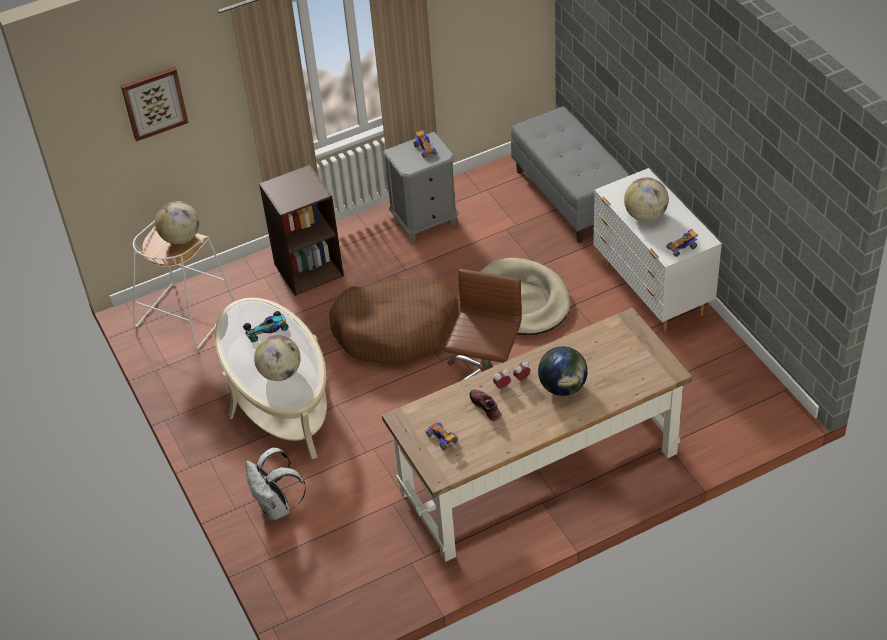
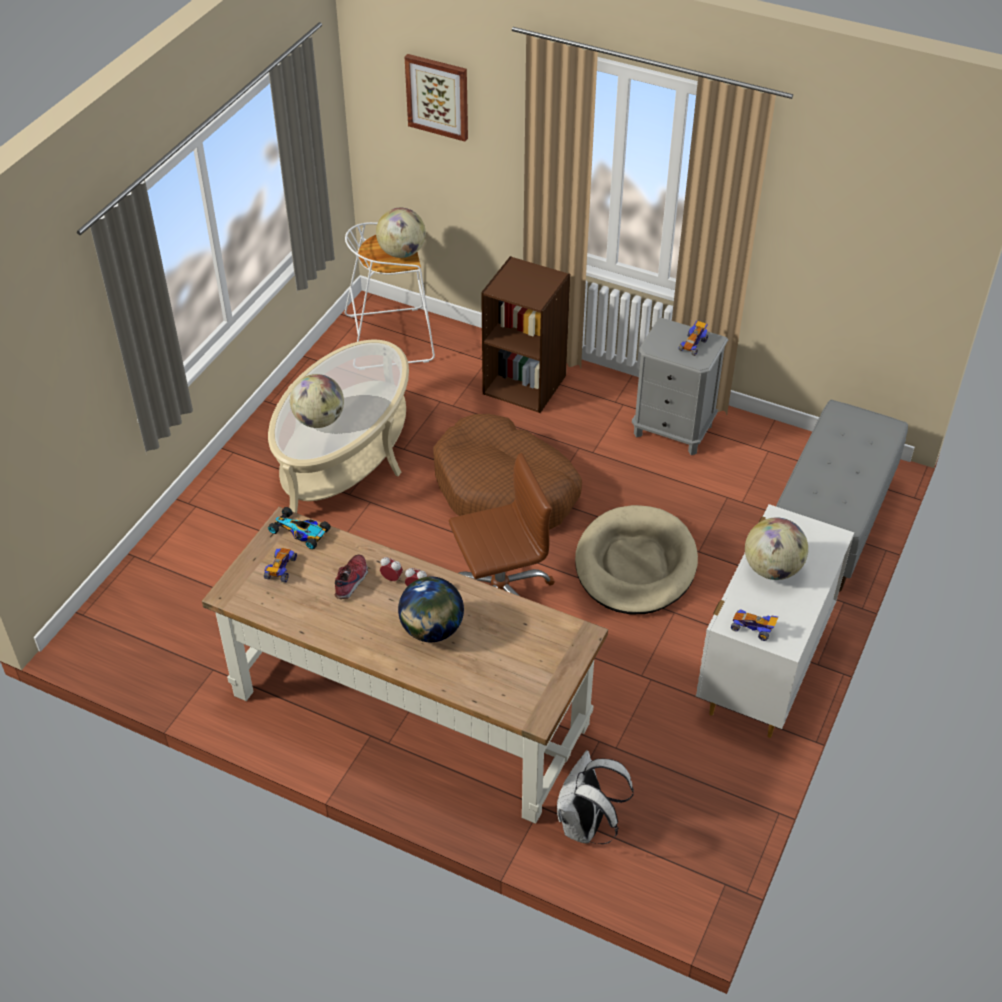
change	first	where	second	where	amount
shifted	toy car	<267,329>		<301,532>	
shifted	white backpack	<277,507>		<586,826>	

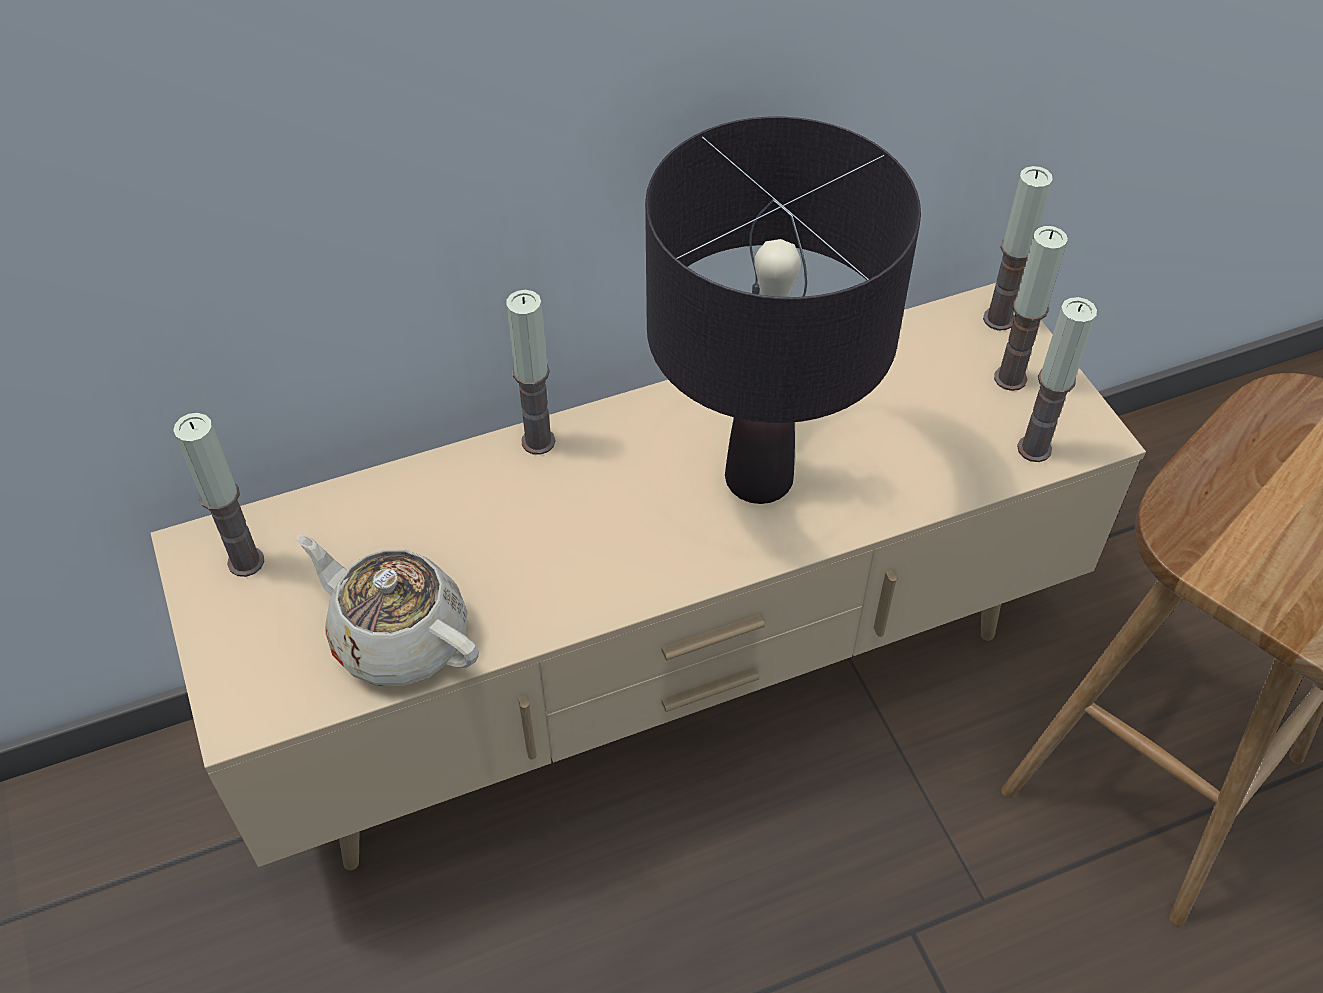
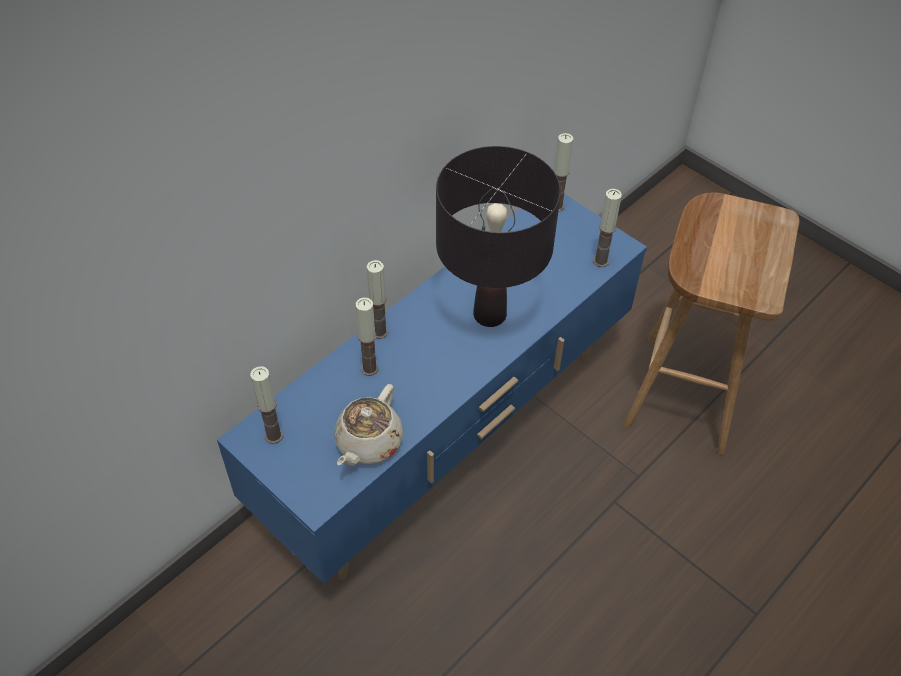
change	first	where	second	where	amount
repainted	beige tv stand	<662,685>	blue tv stand	<448,436>	
rotated	beige teapot	<398,637>		<368,442>	75 degrees counterclockwise
shifted	candle	<1010,378>		<369,368>	

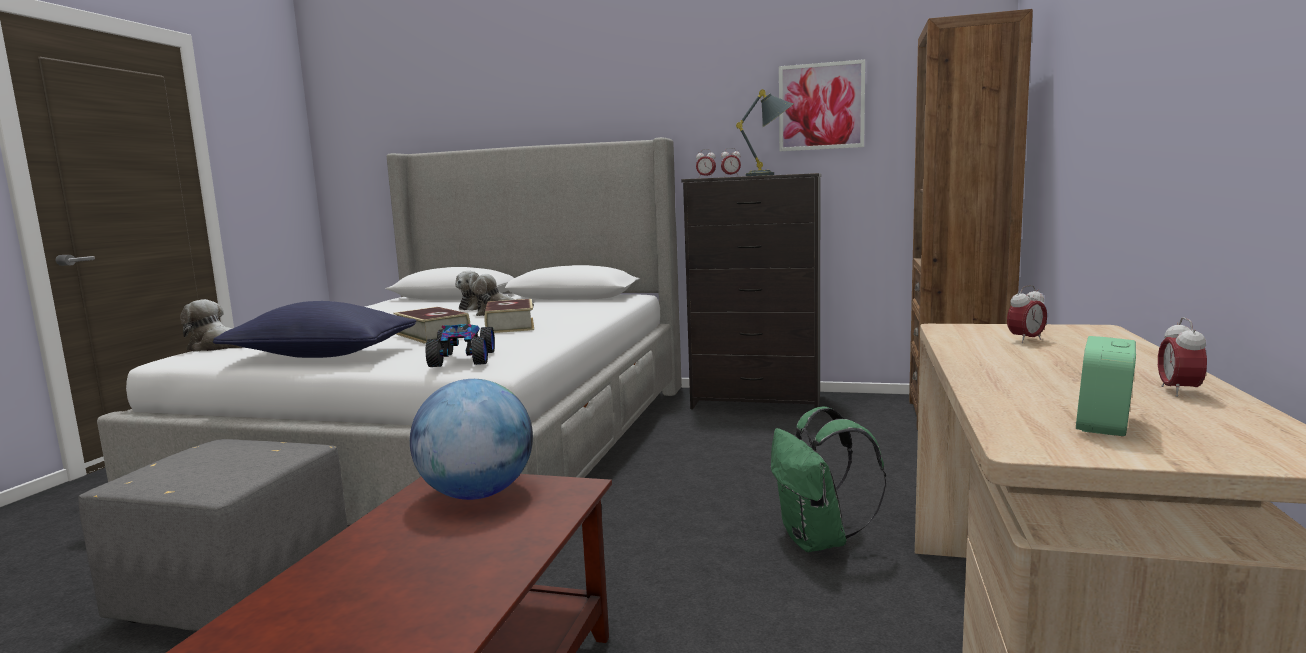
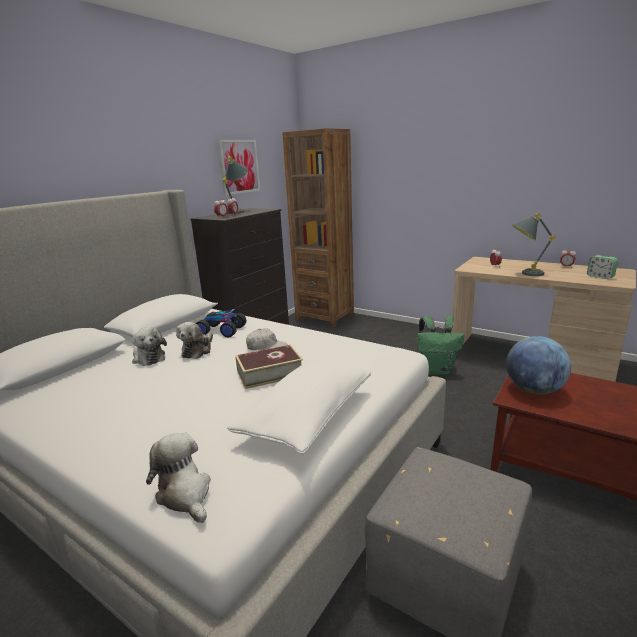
change	first	where	second	where	amount
rotated	plush toy	<217,347>		<185,494>	105 degrees clockwise
shifted	toy car	<464,359>		<221,330>	
repainted	blue pillow	<322,355>	white pillow	<307,418>	
swapped	book	<510,325>	white cap	<266,347>	
new			grey table lamp	<524,273>	

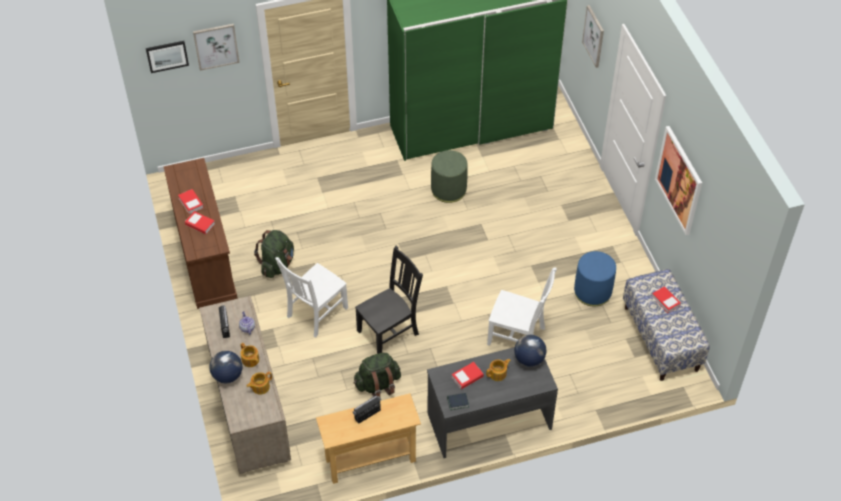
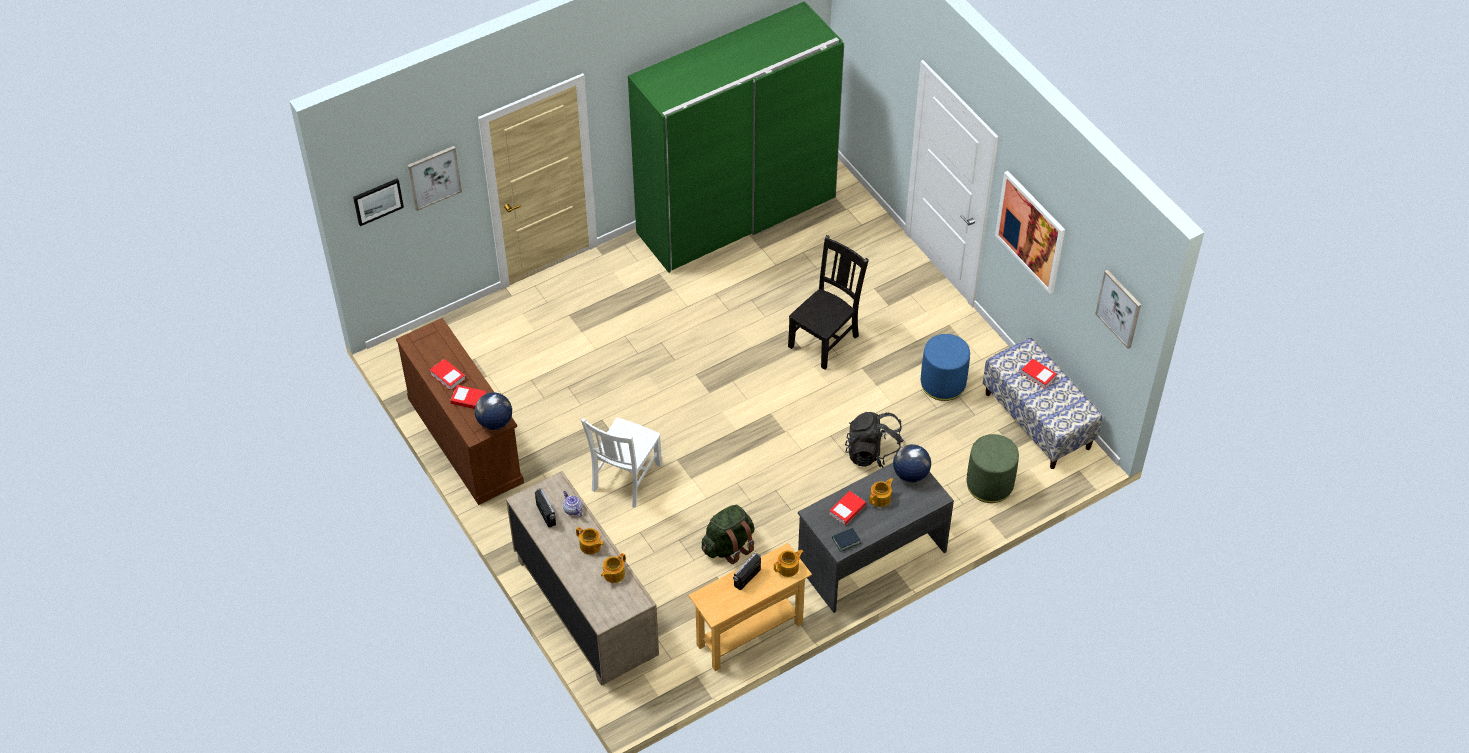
change	first	where	second	where	amount
shifted	globe	<227,376>		<494,422>	
new			teapot	<788,568>	
shifted	black chair	<389,331>		<825,340>	
swapped	white chair	<518,337>	black backpack	<874,454>	
shifted	green ottoman	<448,189>		<989,484>	
shifted	picture	<594,36>		<1119,308>	
gone	green backpack	<277,264>			

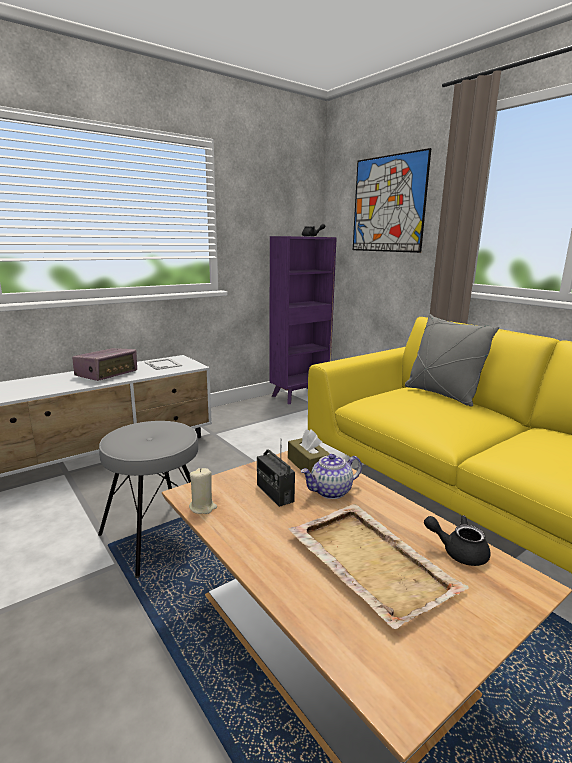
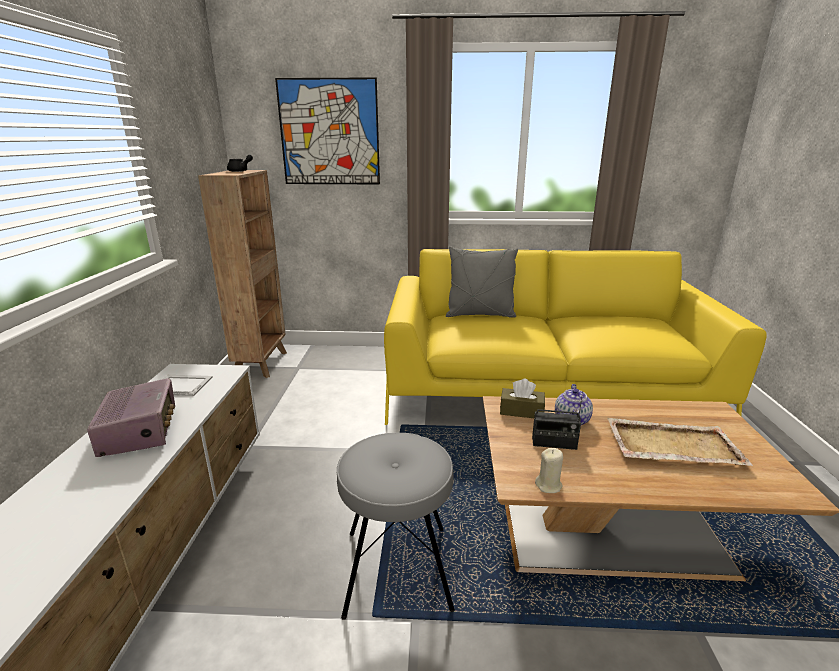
change	first	where	second	where	amount
repainted	purple bookcase	<300,395>	brown bookcase	<262,363>	
gone	black teapot	<458,551>			

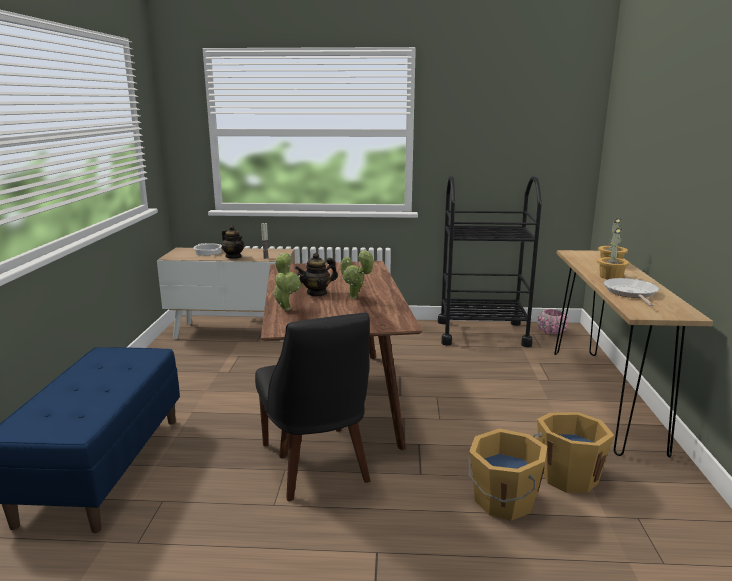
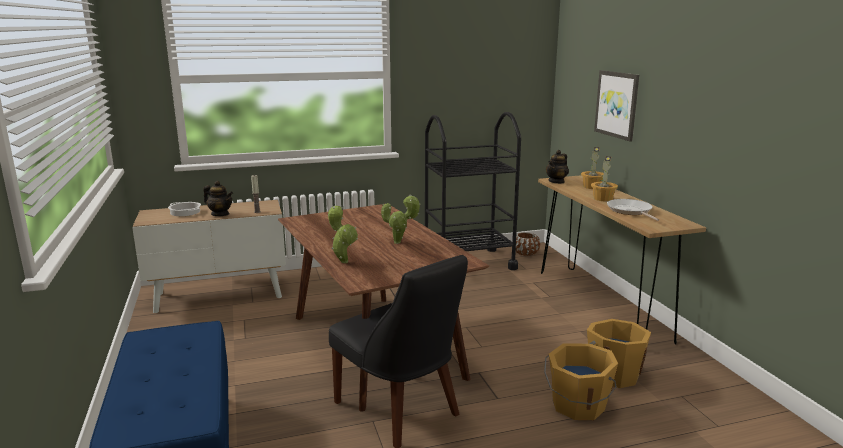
change	first	where	second	where	amount
repainted	pink planter	<551,331>	brown planter	<525,253>	
shifted	teapot	<317,293>		<556,181>	
new			picture	<617,104>	

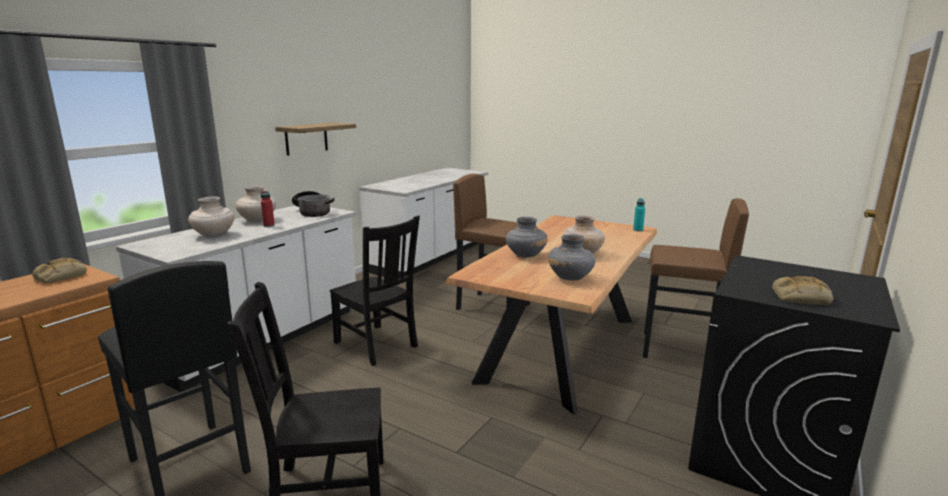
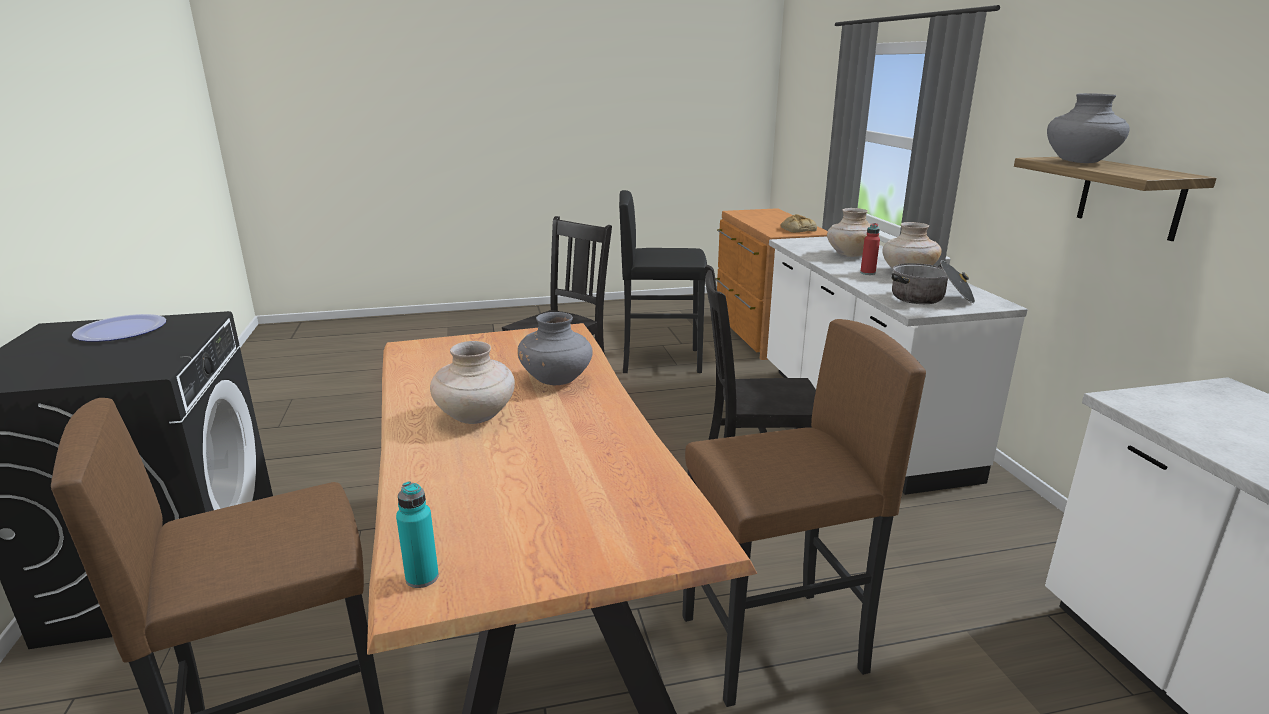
change	first	where	second	where	amount
swapped	bread	<800,297>	plate	<121,330>	
shifted	grey vase	<570,277>		<1080,161>	

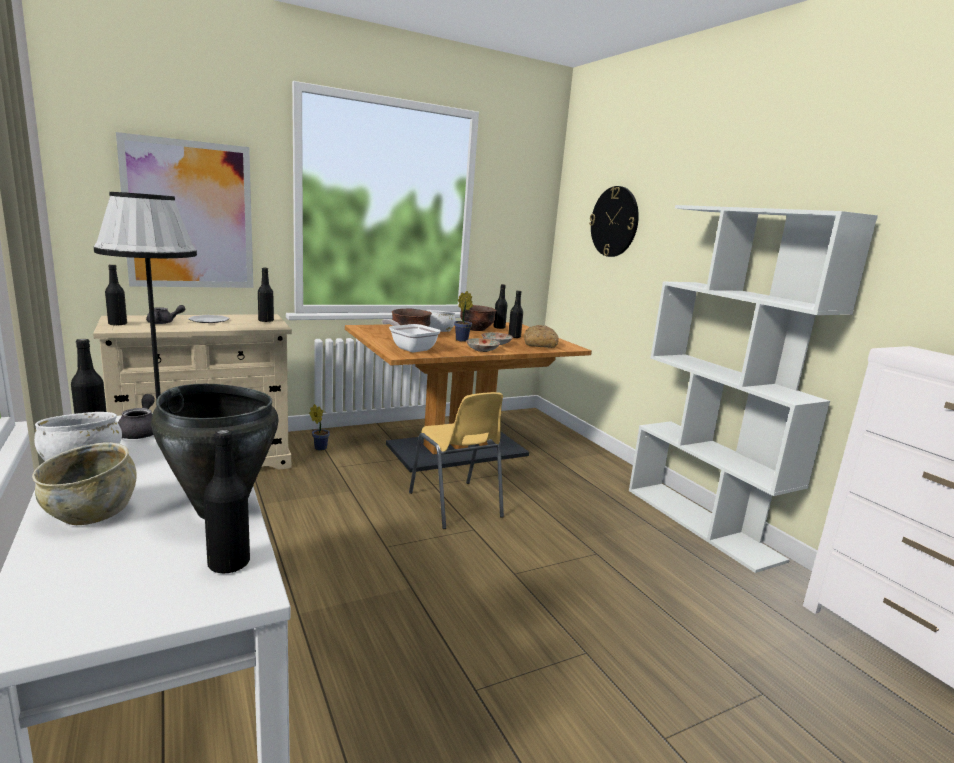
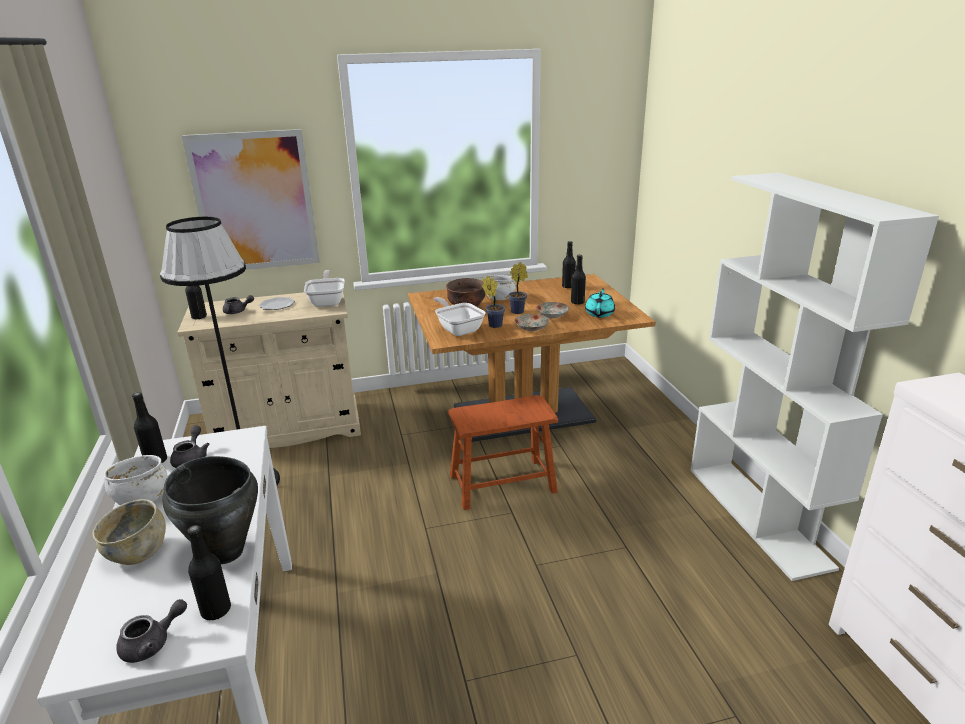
change	first	where	second	where	amount
new			grey teapot	<153,643>	
swapped	black bottle	<266,321>	frying pan	<327,301>	
swapped	yellow chair	<455,505>	brown stool	<502,483>	
shifted	potted plant	<319,447>		<494,325>	
swapped	bread	<539,344>	turquoise teapot	<599,313>	
gone	brown bowl	<476,329>			
gone	wall clock	<614,222>			

